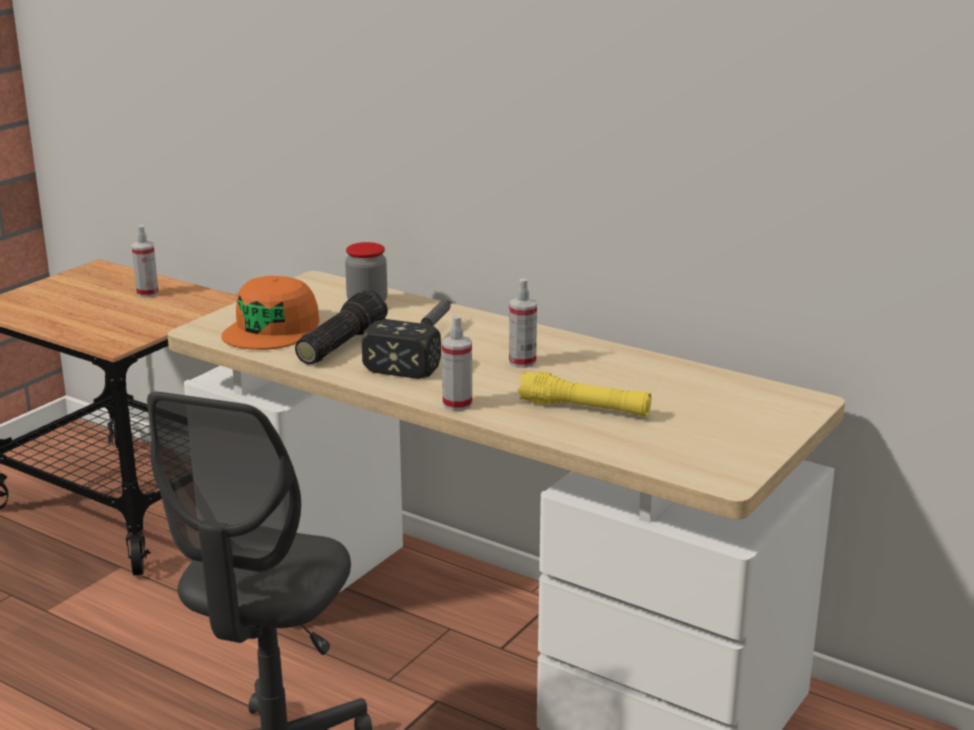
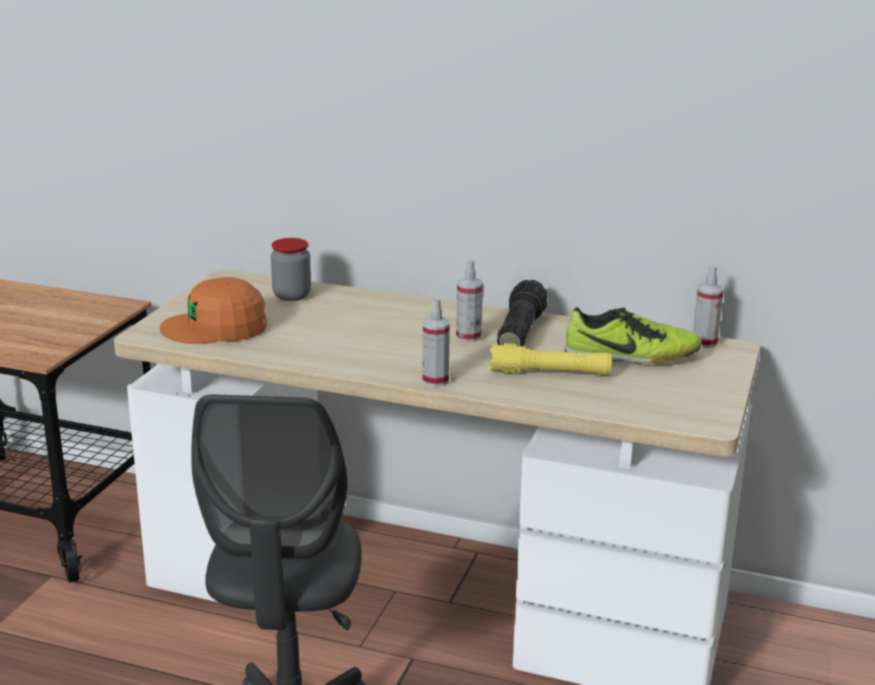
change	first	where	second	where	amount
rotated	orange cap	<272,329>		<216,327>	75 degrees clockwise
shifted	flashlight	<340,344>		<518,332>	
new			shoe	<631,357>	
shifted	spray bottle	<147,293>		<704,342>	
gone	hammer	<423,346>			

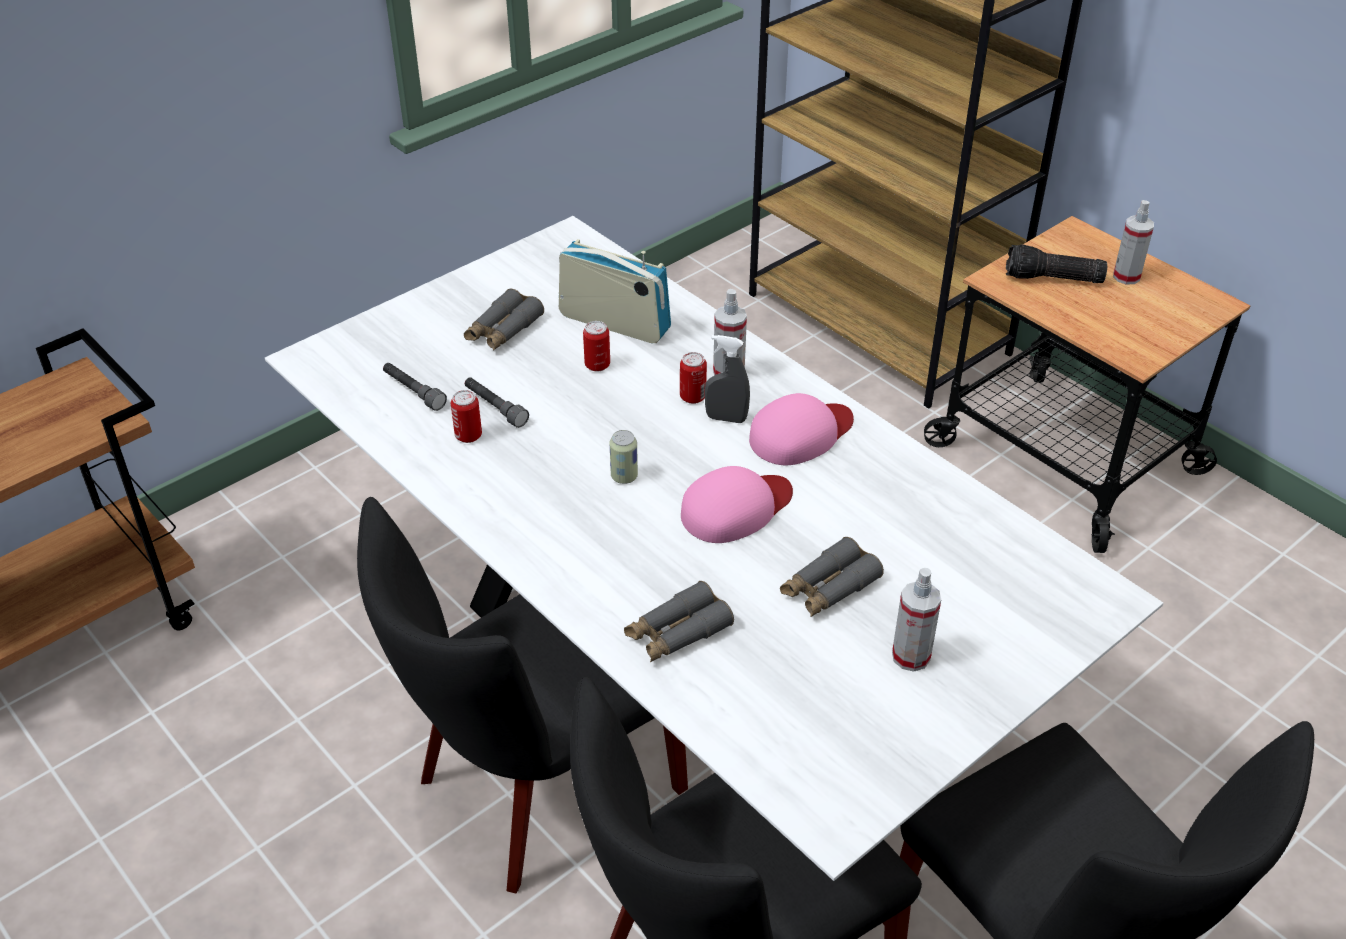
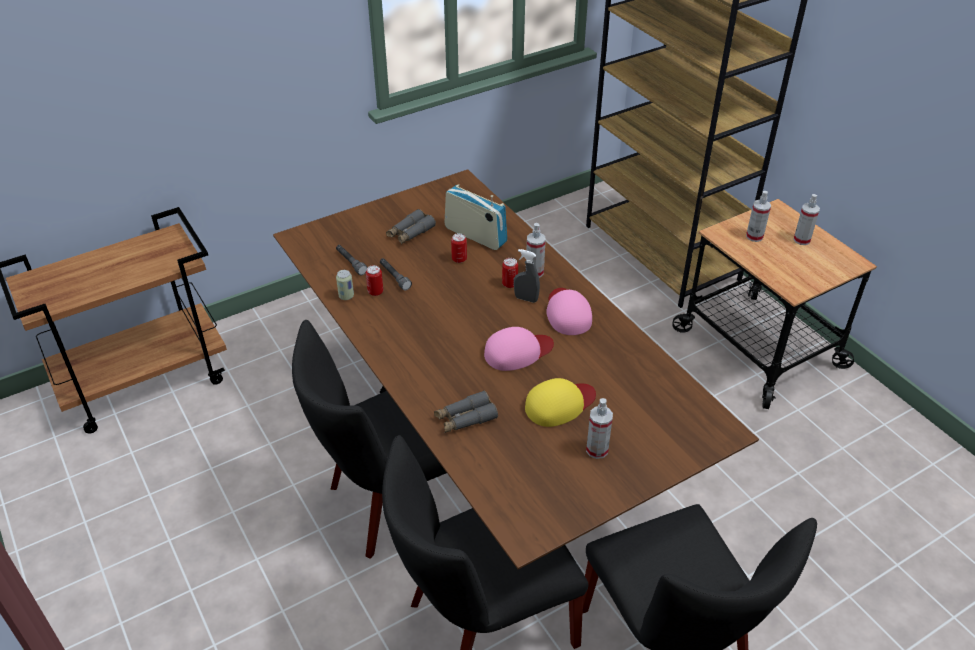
change	first	where	second	where	amount
repainted	white dining table	<672,681>	brown dining table	<487,451>	
shifted	can	<624,476>		<346,296>	
swapped	grey binoculars	<829,588>	yellow cap	<559,404>	
rotated	pink cap	<801,434>		<567,313>	75 degrees counterclockwise
swapped	flashlight	<1052,279>	spray bottle	<754,236>	

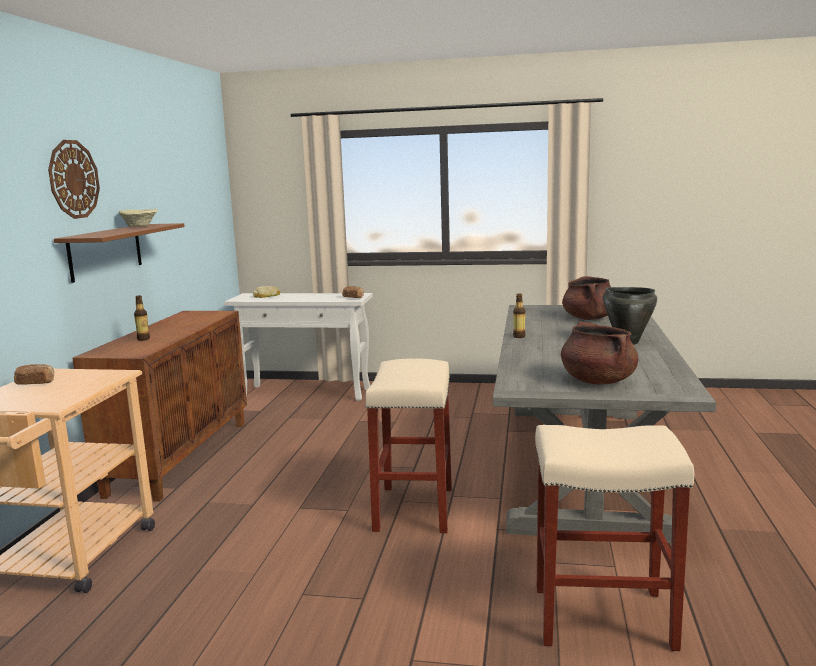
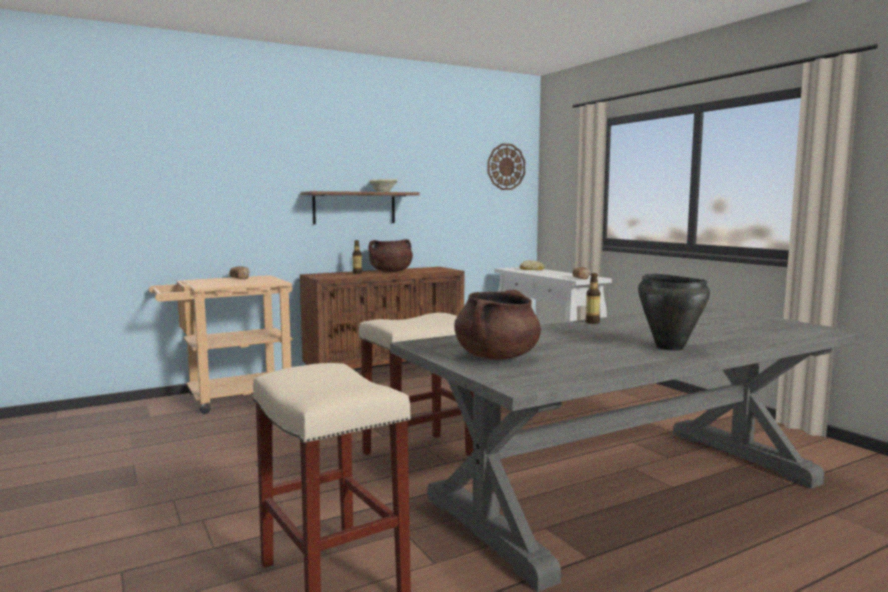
change	first	where	second	where	amount
shifted	brown cooking pot	<589,318>		<391,271>	
shifted	wall clock	<73,179>		<506,167>	

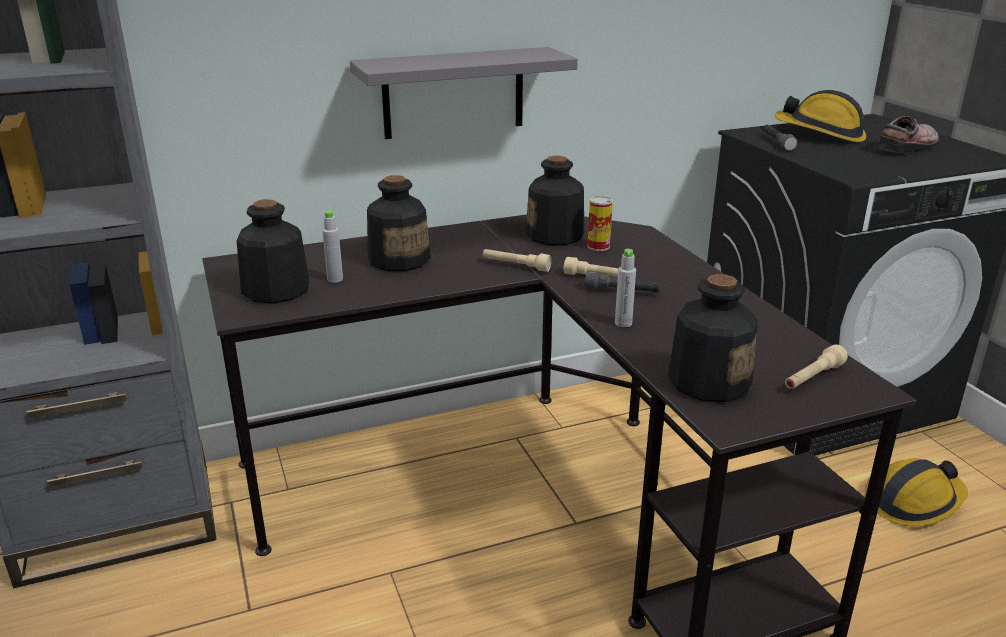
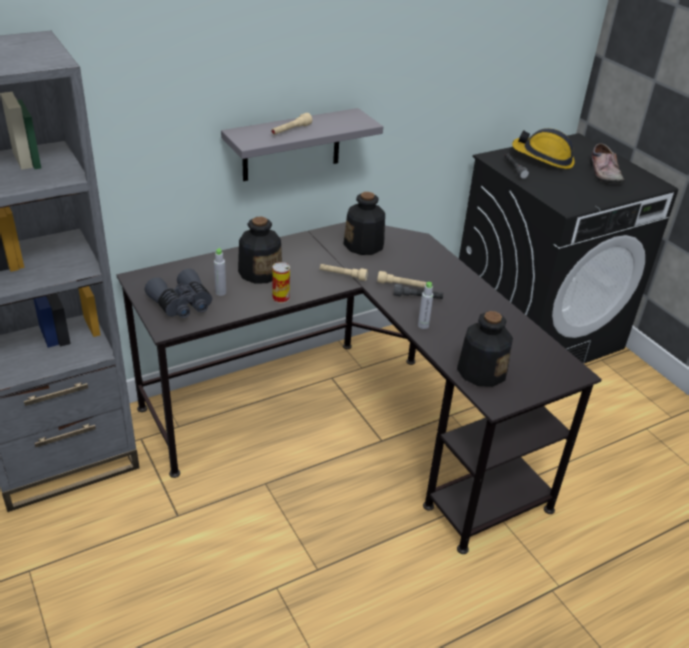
change	first	where	second	where	amount
swapped	bottle	<275,290>	grey binoculars	<182,304>	
shifted	beige flashlight	<812,378>		<291,131>	
shifted	can	<598,246>		<281,298>	
rotated	shoe	<909,147>		<603,173>	135 degrees clockwise
gone	hard hat	<913,502>			

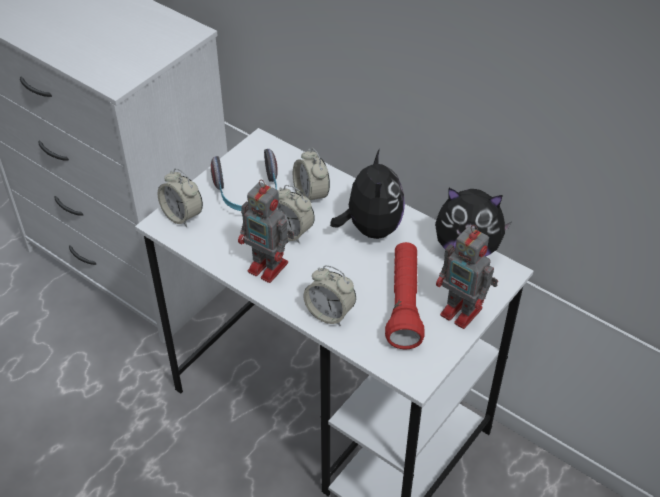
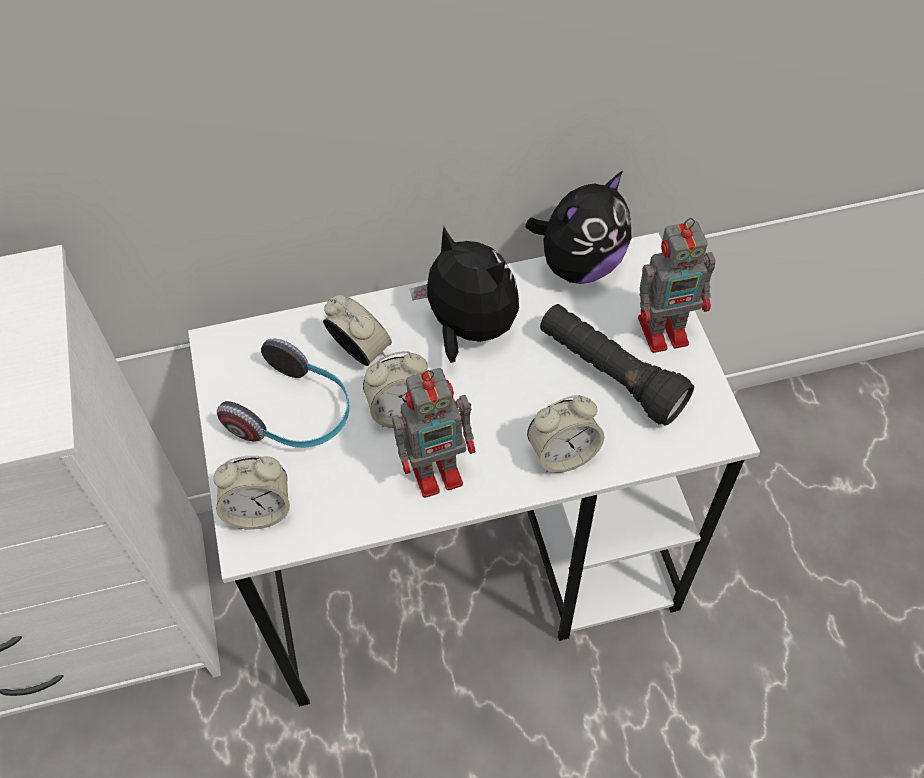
change	first	where	second	where	amount
rotated	alarm clock	<311,195>		<360,351>	150 degrees counterclockwise
repainted	red flashlight	<404,304>	black flashlight	<609,374>	

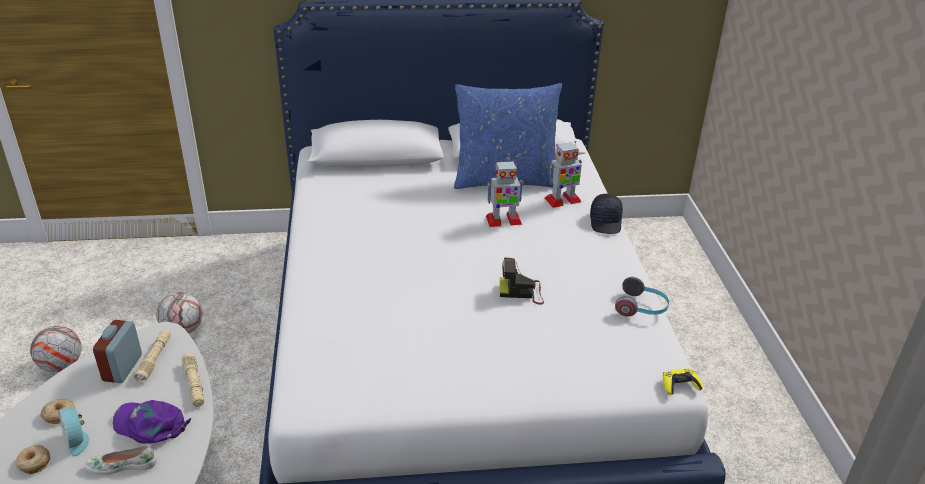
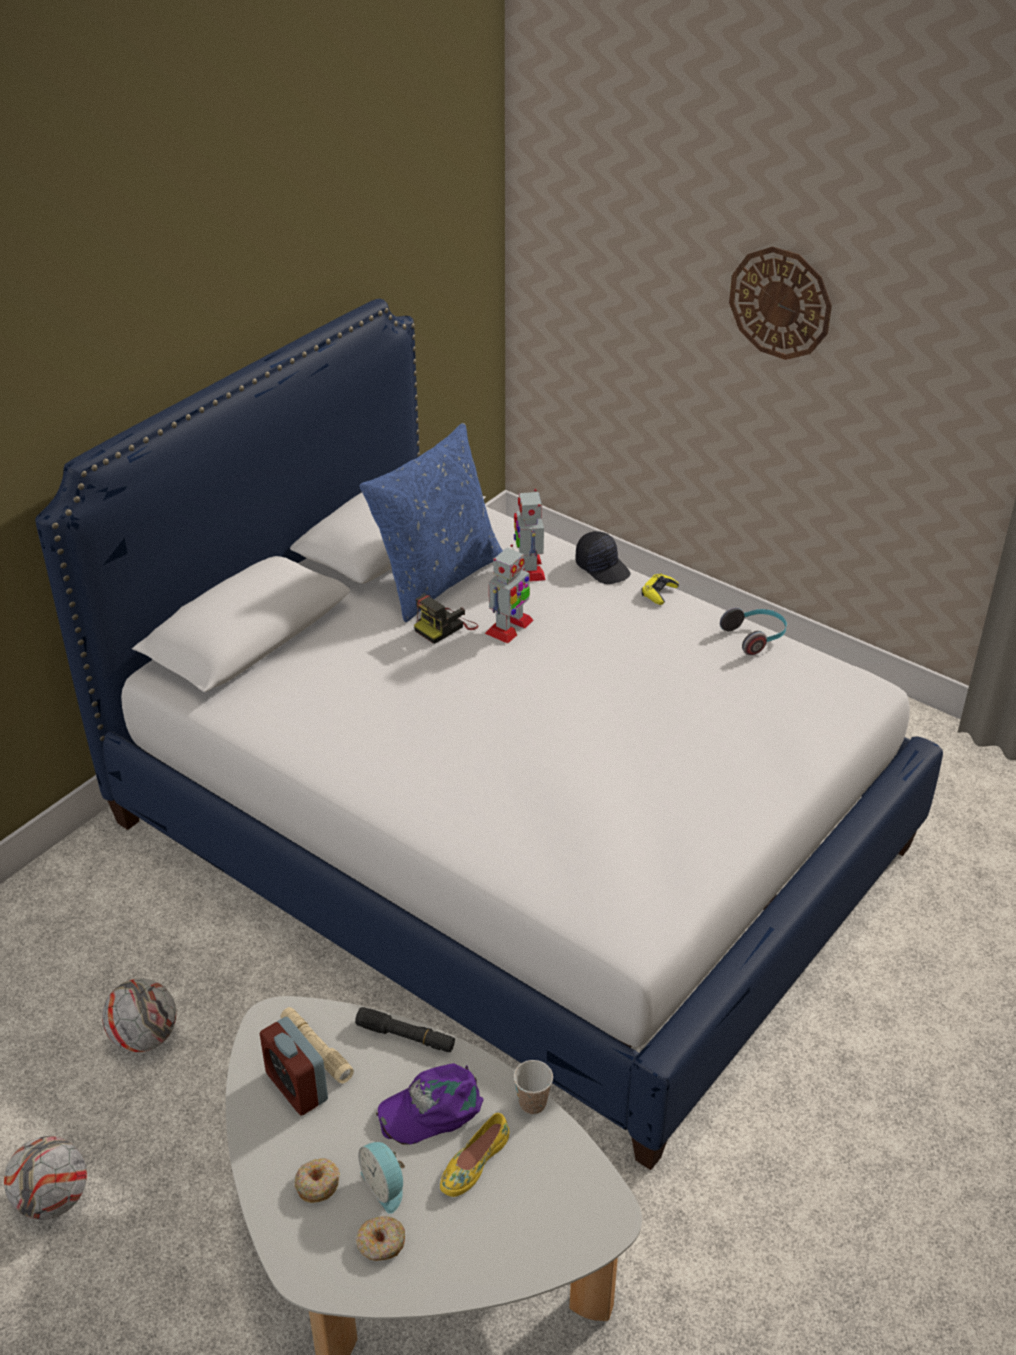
change	first	where	second	where	amount
repainted	beige flashlight	<194,384>	black flashlight	<406,1036>	
rotated	alarm clock	<77,440>		<385,1186>	45 degrees clockwise
shifted	photo camera	<522,292>		<445,627>	
repainted	white shoe	<122,465>	yellow shoe	<473,1162>	
new			cup	<532,1103>	
rotated	toy robot	<562,200>		<528,568>	150 degrees clockwise
shifted	yellow game controller	<680,385>		<659,592>	
new			wall clock	<780,303>	

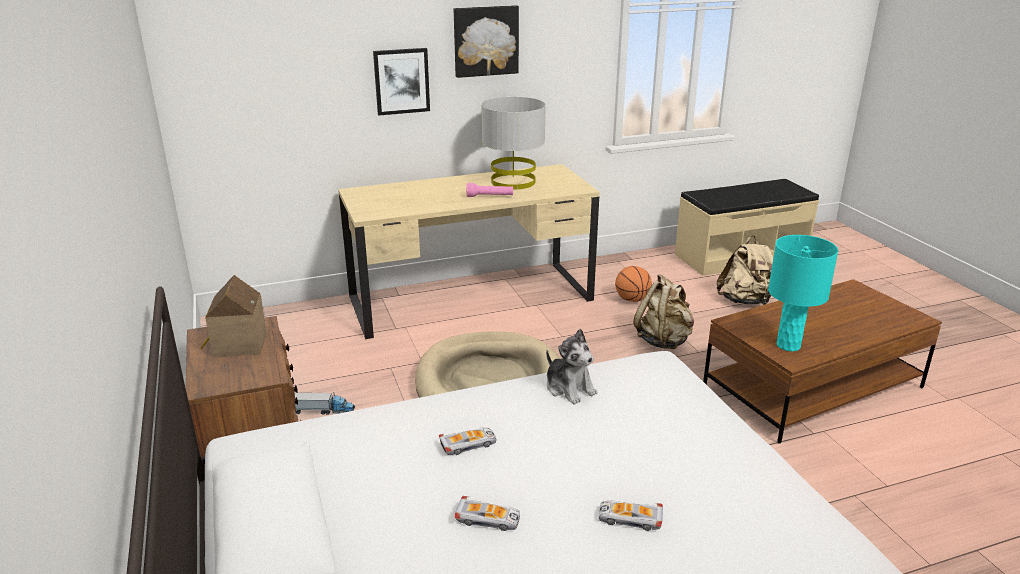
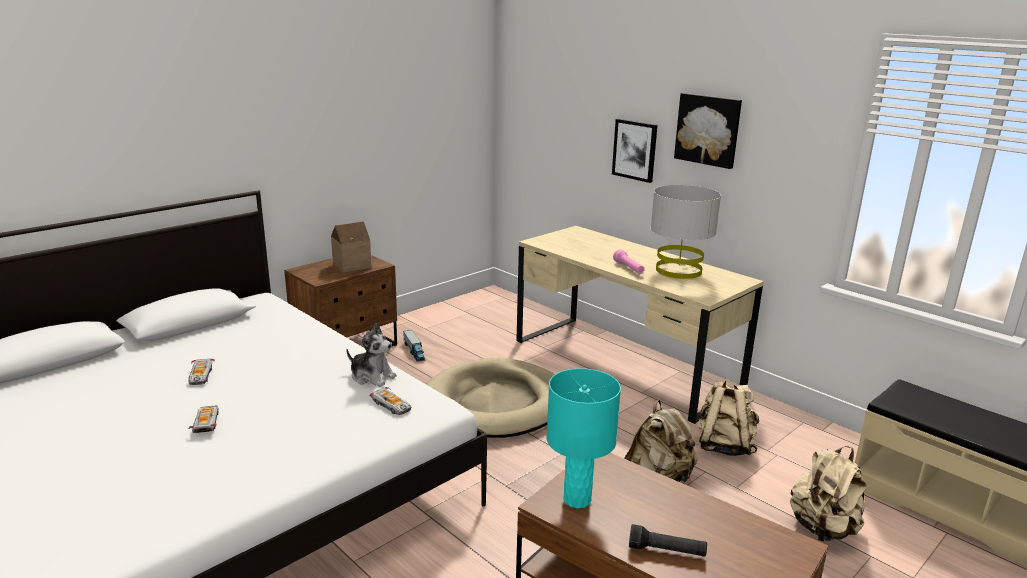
change	first	where	second	where	amount
rotated	plush toy	<569,388>		<372,377>	90 degrees counterclockwise
shifted	toy car	<468,444>		<391,405>	
new			black flashlight	<666,551>	
swapped	basketball	<632,300>	beige backpack	<724,446>	

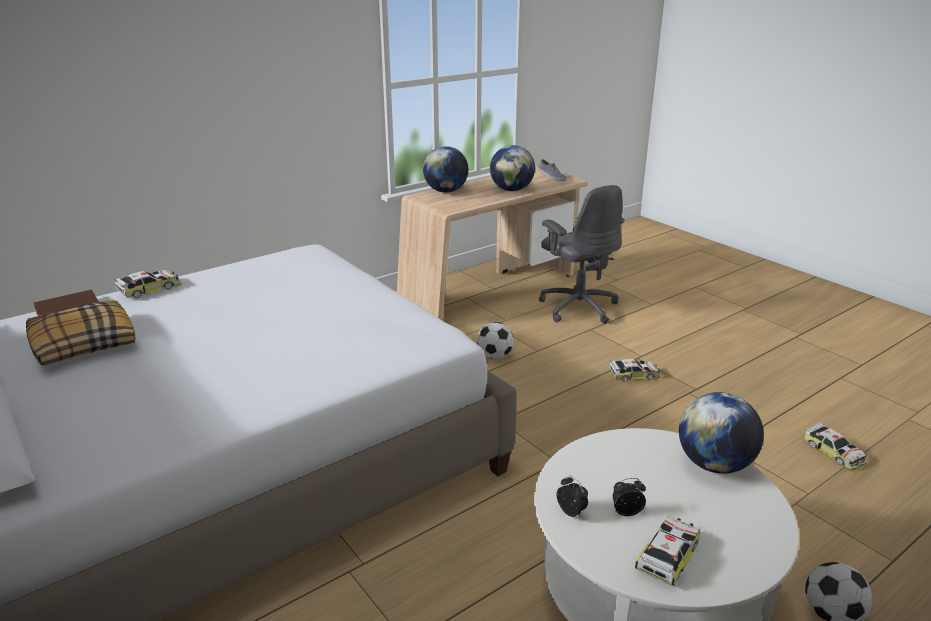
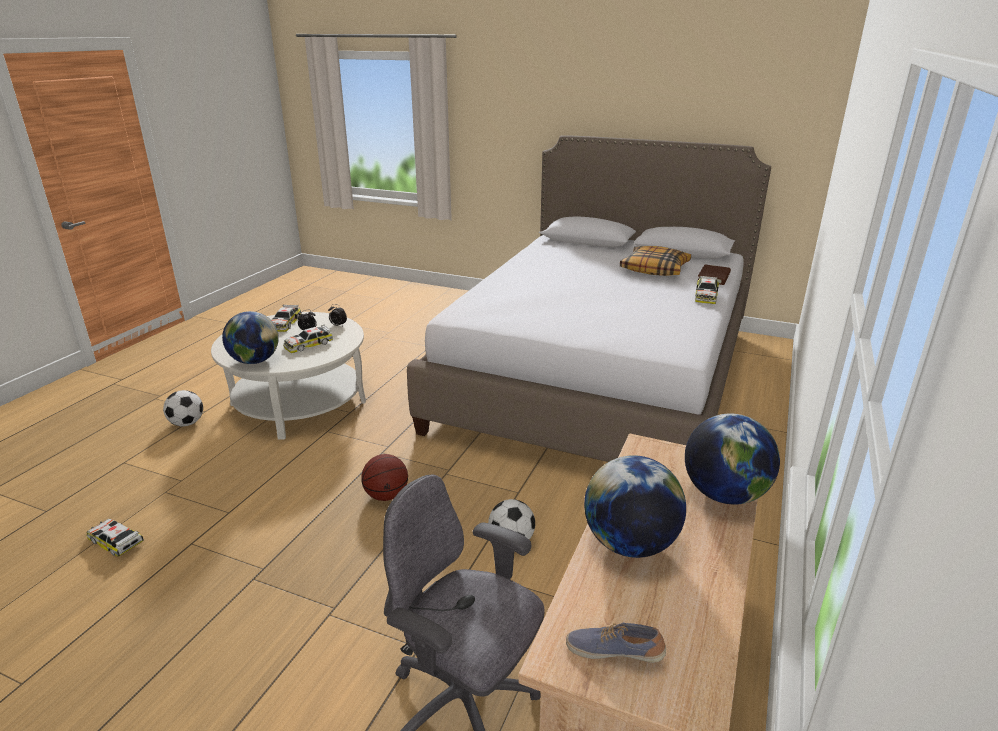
change	first	where	second	where	amount
shifted	toy car	<634,375>		<308,344>	
new			basketball	<386,496>	

